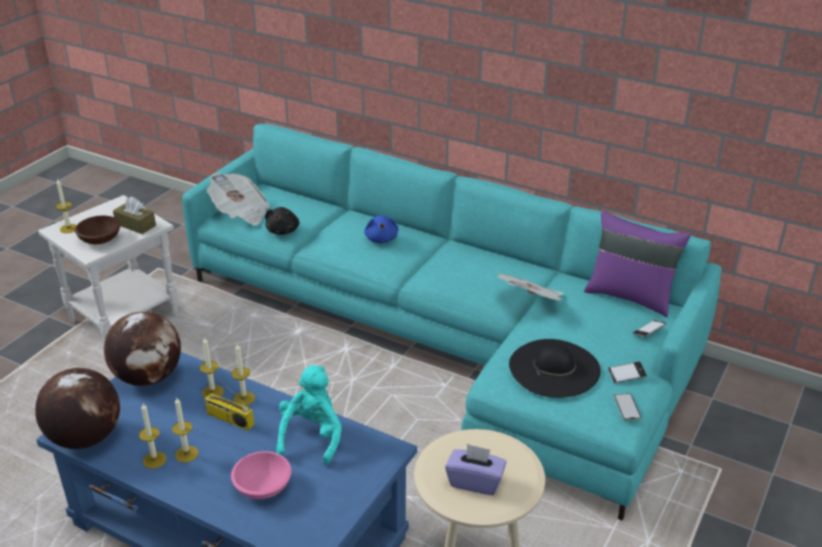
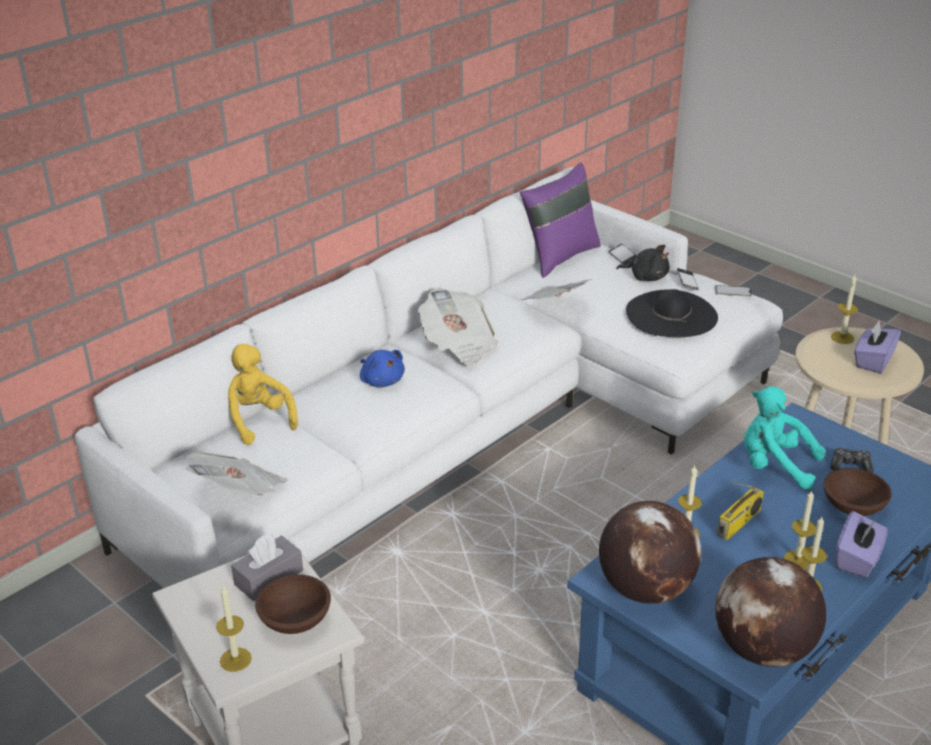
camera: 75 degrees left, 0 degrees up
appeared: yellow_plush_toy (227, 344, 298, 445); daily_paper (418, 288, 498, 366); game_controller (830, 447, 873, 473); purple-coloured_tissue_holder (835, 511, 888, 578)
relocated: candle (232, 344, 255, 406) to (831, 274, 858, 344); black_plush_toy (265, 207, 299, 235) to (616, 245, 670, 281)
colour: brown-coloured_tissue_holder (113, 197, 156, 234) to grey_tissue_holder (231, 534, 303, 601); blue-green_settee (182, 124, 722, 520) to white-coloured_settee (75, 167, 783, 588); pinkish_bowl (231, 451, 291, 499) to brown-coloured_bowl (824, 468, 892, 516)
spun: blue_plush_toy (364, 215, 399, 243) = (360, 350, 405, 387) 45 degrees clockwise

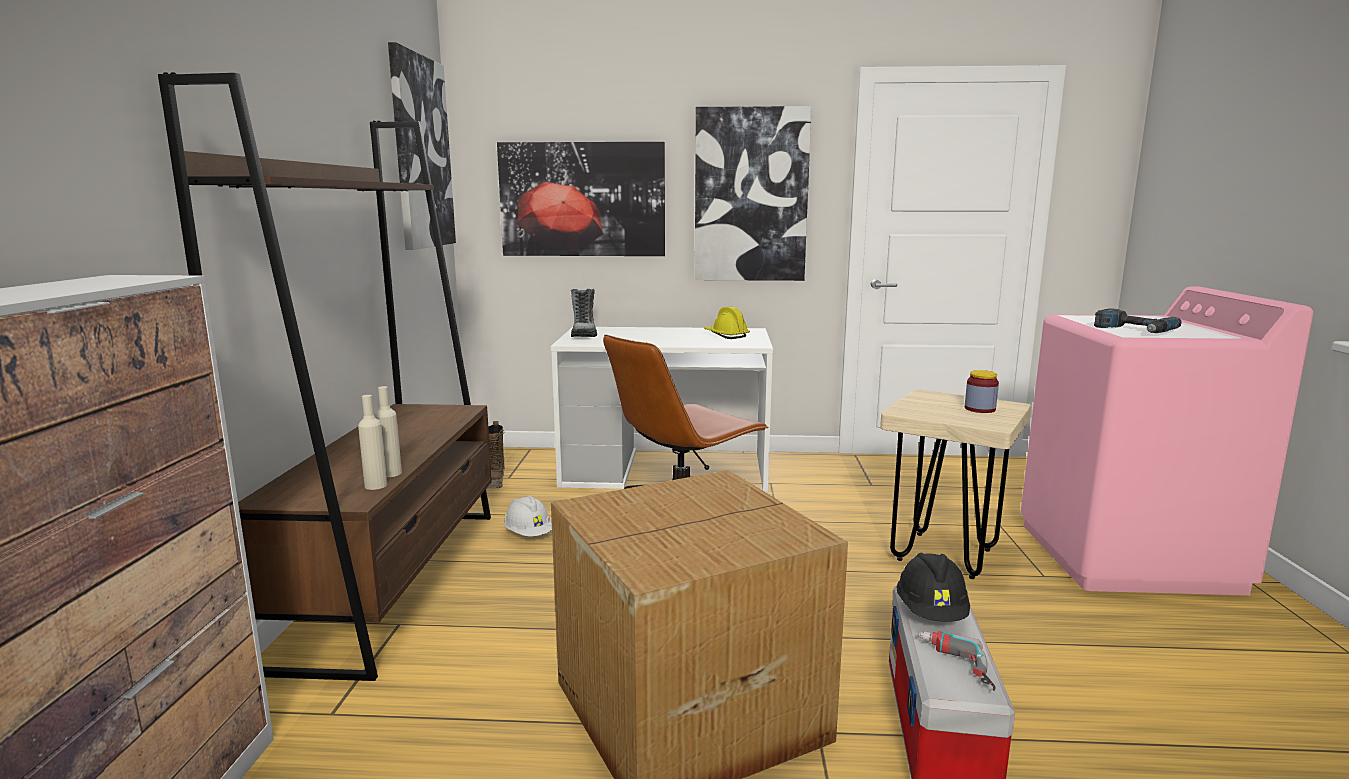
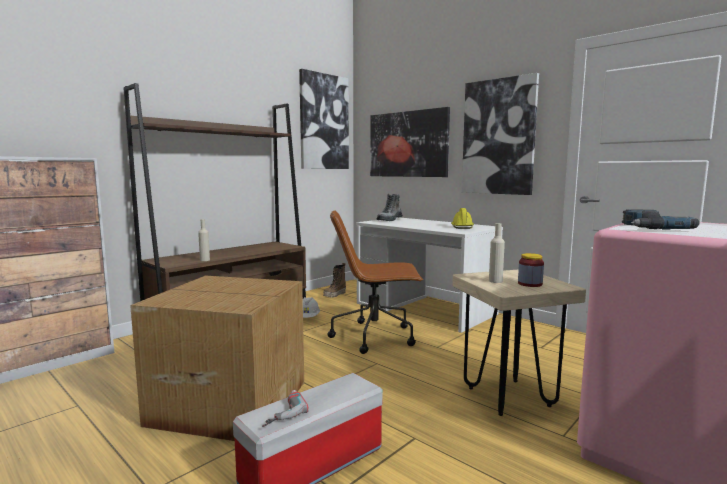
camera: 40 degrees right, 5 degrees down
missing: black_work_helmet (896, 553, 970, 622)
relocated: sand-coloured_bottle (358, 395, 387, 490) to (489, 223, 505, 283)

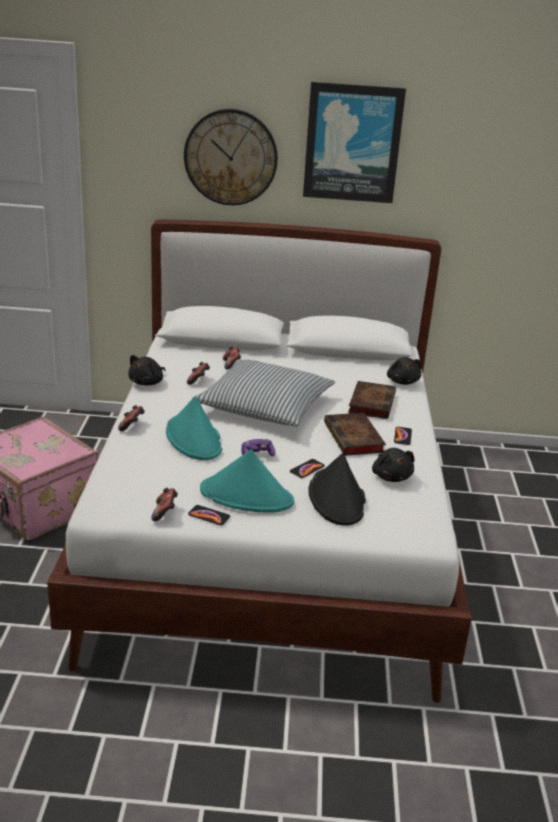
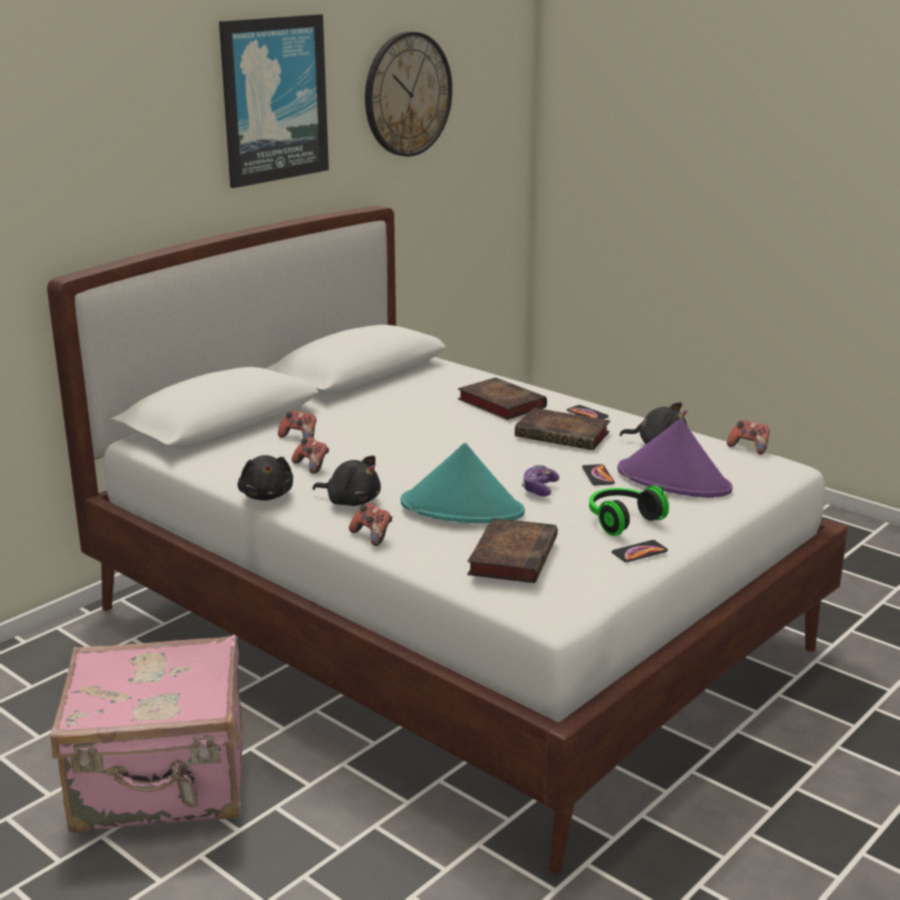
camera: 50 degrees left, 5 degrees down
missing: pillow (192, 359, 335, 427)
appeared: volume (467, 518, 558, 583)
relocated: game_controller (151, 488, 178, 521) to (727, 420, 770, 455); wall_clock (184, 109, 278, 205) to (365, 32, 452, 157); black_plush_toy (387, 357, 422, 385) to (313, 455, 381, 506)
exchanged: blue-green_clothing_hat (200, 449, 294, 512) to pair_of_headphones (589, 485, 669, 536)
colour: black_clothing_hat (308, 453, 366, 526) to purple-coloured_clothing_hat (618, 418, 733, 498)

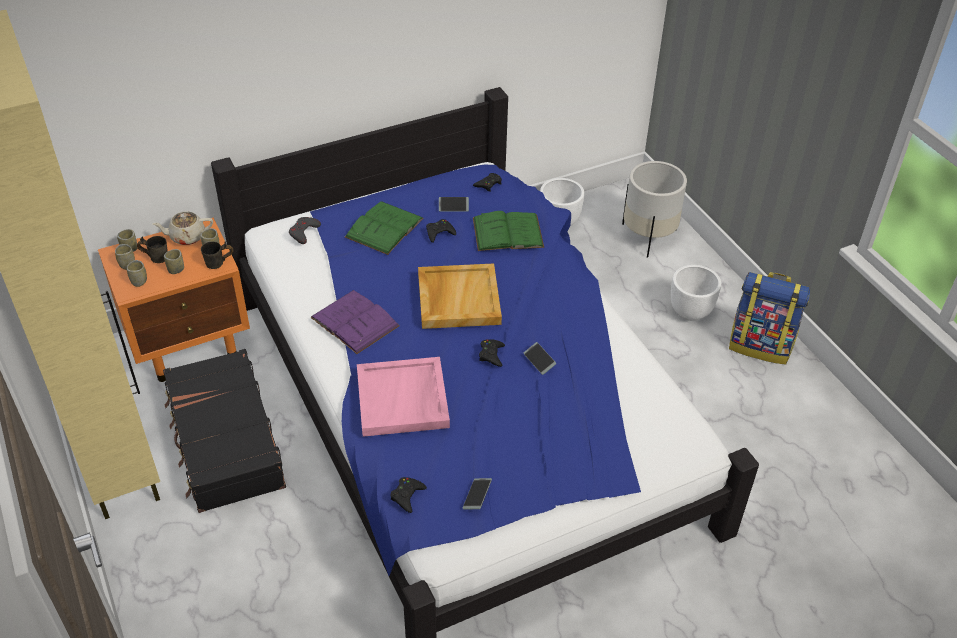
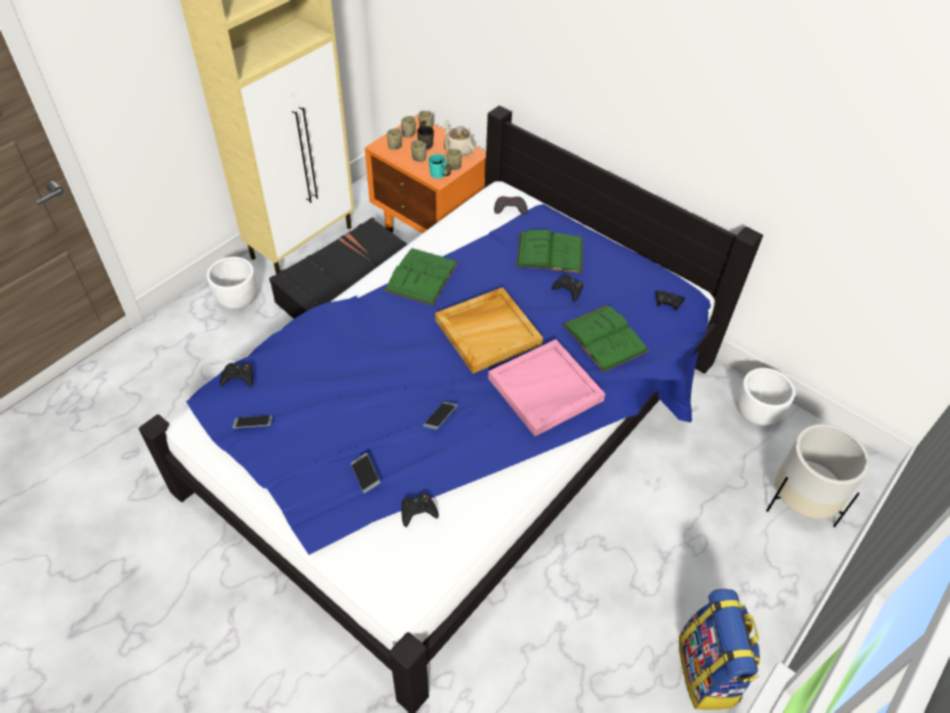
camera: 65 degrees right, 5 degrees up
relocated: pinkish_serving_tray (357, 357, 450, 437) to (488, 339, 605, 436); handset (439, 197, 469, 211) to (351, 453, 380, 493); black_game_controller (479, 339, 505, 367) to (402, 493, 439, 527); white-coloured_plant_pot (671, 265, 721, 321) to (207, 257, 257, 310)
colour: grey_coffee_mug (201, 241, 233, 269) to blue-green_coffee_mug (428, 154, 451, 178); purple-coloured_volume (310, 290, 400, 354) to green-coloured_volume (384, 248, 458, 306)

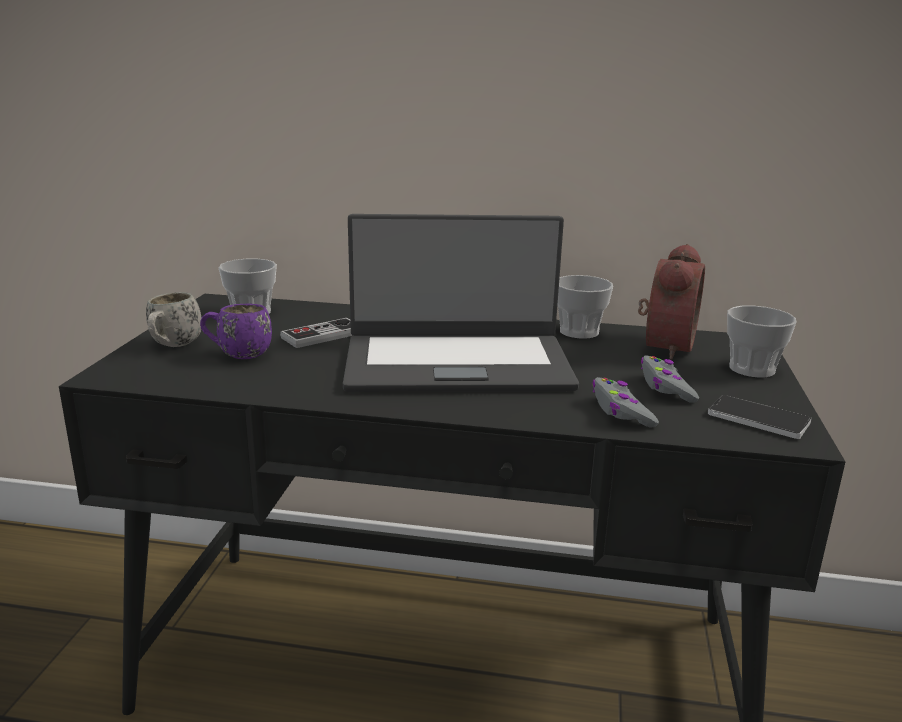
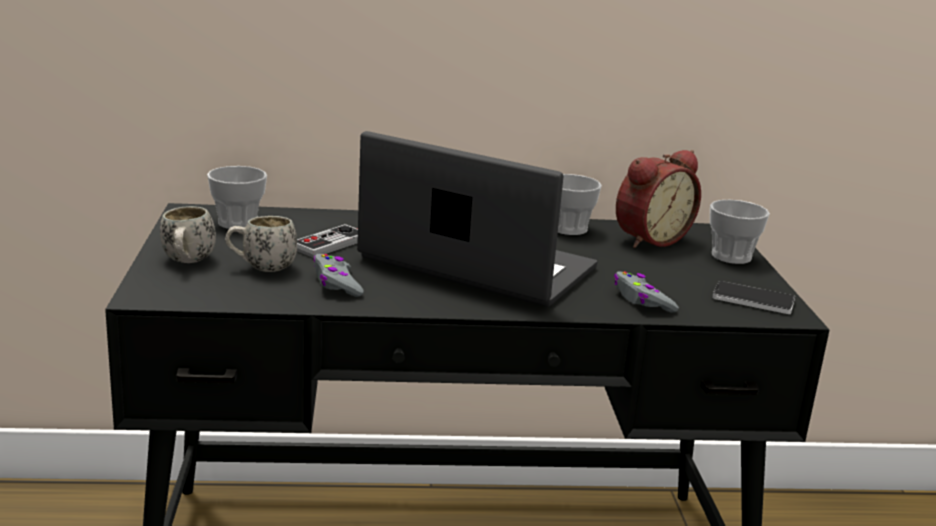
camera: 15 degrees left, 0 degrees up
relocated: grey_game_controller (641, 355, 699, 403) to (313, 254, 364, 297)
colour: purple-coloured_coffee_mug (200, 304, 272, 359) to white-coloured_coffee_mug (225, 216, 297, 272)
spun: laptop (343, 214, 579, 392) = (357, 131, 597, 307) 135 degrees counterclockwise; alarm_clock (638, 244, 705, 360) = (616, 150, 701, 248) 45 degrees clockwise

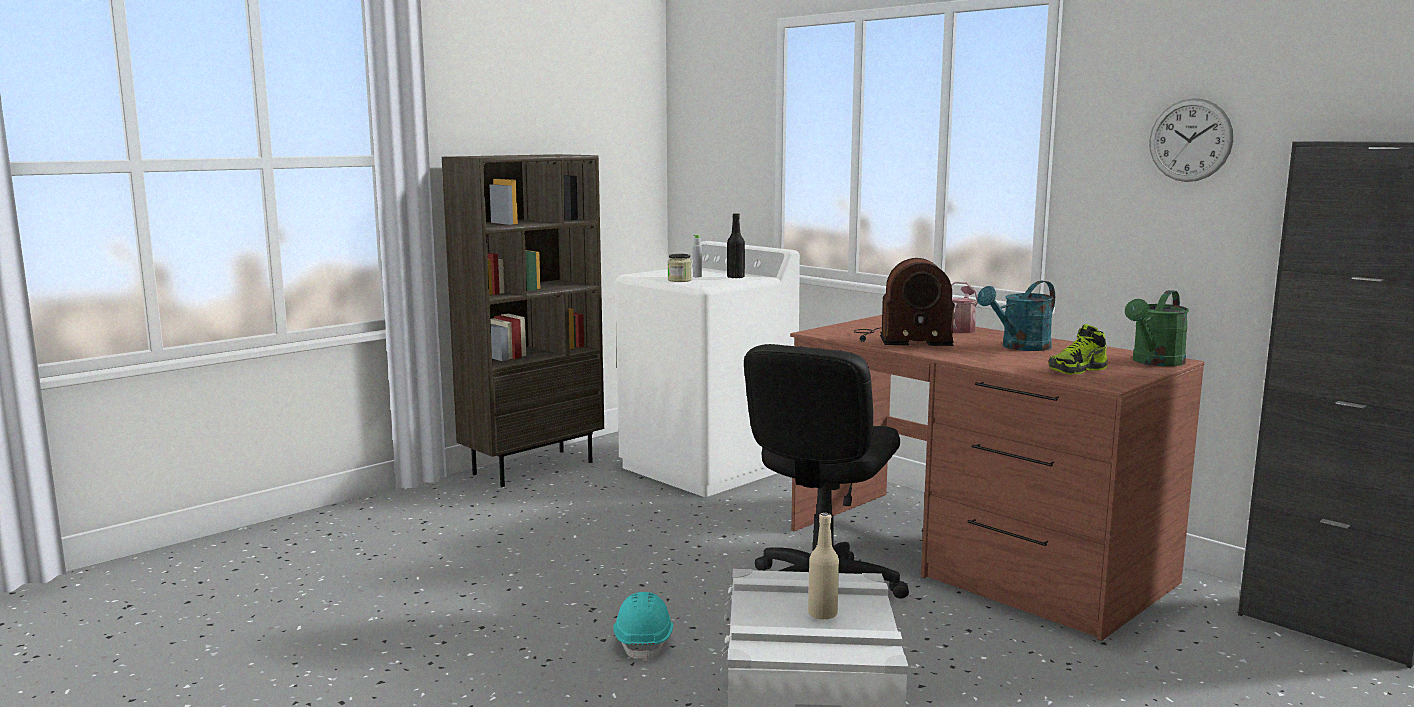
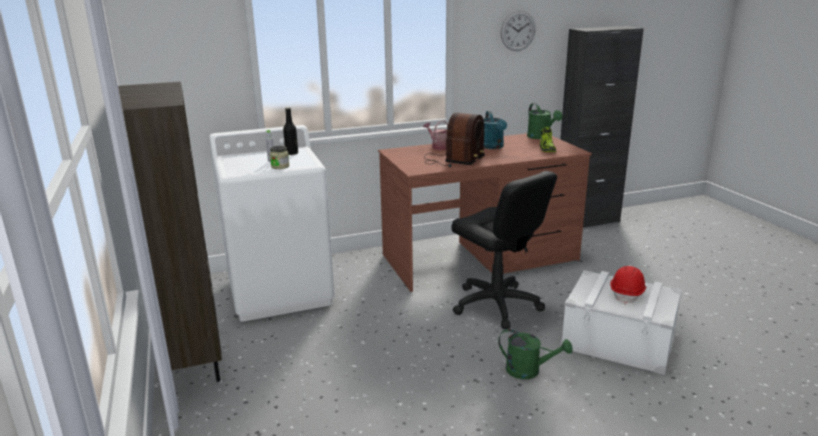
camera: 65 degrees left, 10 degrees up
exchanged: blue-green_work_helmet (613, 592, 673, 662) to green-coloured_watering_can (498, 329, 573, 379); sand-coloured_bottle (808, 513, 839, 620) to red-coloured_work_helmet (610, 266, 646, 304)

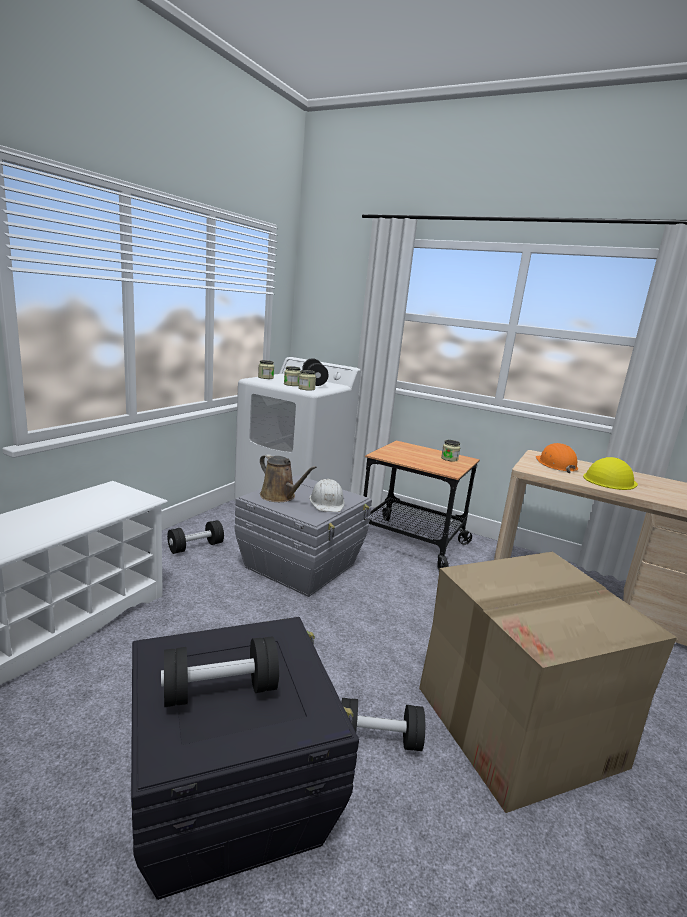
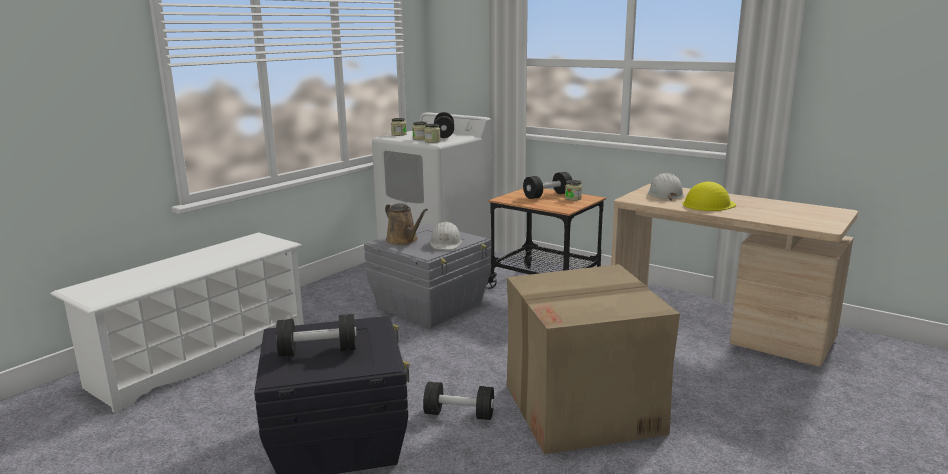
camera: 10 degrees right, 0 degrees up
relocated: black_hand_weight (167, 520, 224, 554) to (523, 172, 572, 199)
colour: orange_work_helmet (536, 443, 578, 473) to white-coloured_work_helmet (648, 173, 684, 201)

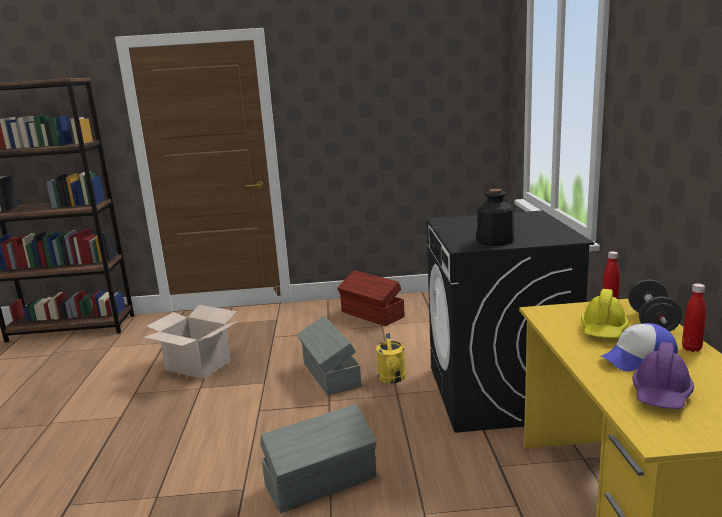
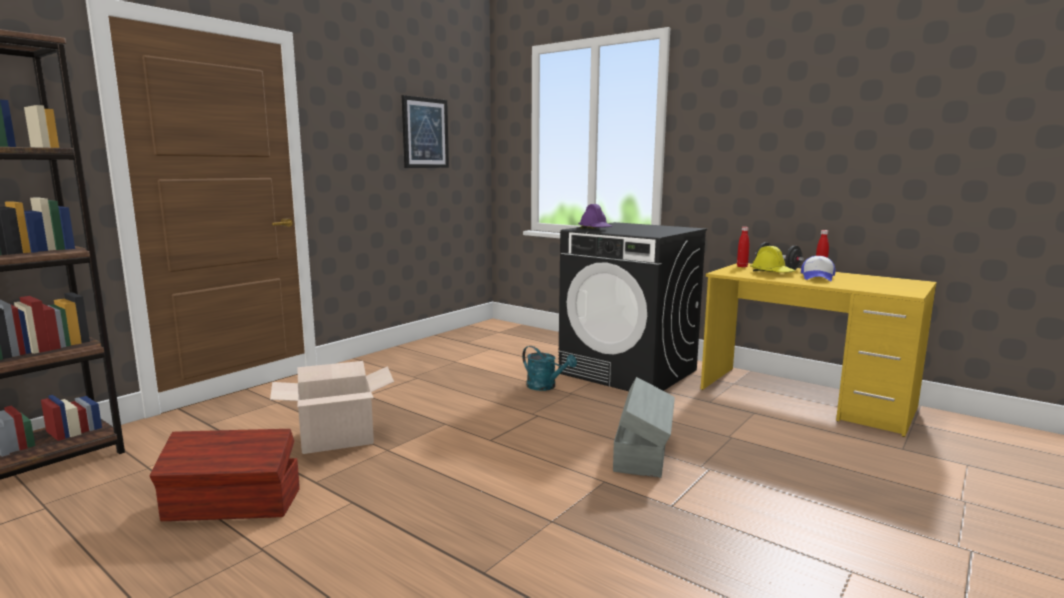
camera: 50 degrees left, 5 degrees down
missing: grey_storage_box (297, 316, 361, 396); bottle (476, 189, 514, 246)
appeared: picture (402, 95, 449, 168)
relocated: brown-coloured_storage_box (337, 270, 405, 326) to (150, 429, 300, 521); purple-coloured_work_helmet (633, 342, 694, 409) to (578, 204, 613, 228)
colour: yellow_watering_can (376, 333, 406, 383) to blue-green_watering_can (522, 346, 577, 391)

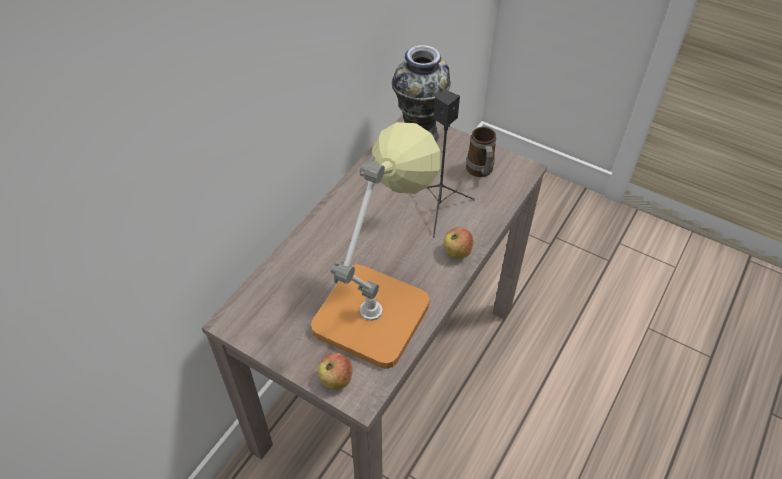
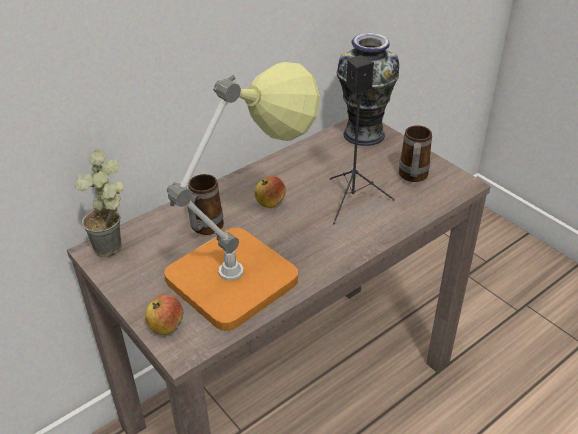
camera: 20 degrees right, 10 degrees down
appeared: houseplant (75, 149, 124, 257); coffee_mug (187, 174, 224, 235)
relocated: whole_apple (444, 227, 474, 259) to (255, 176, 286, 208)

